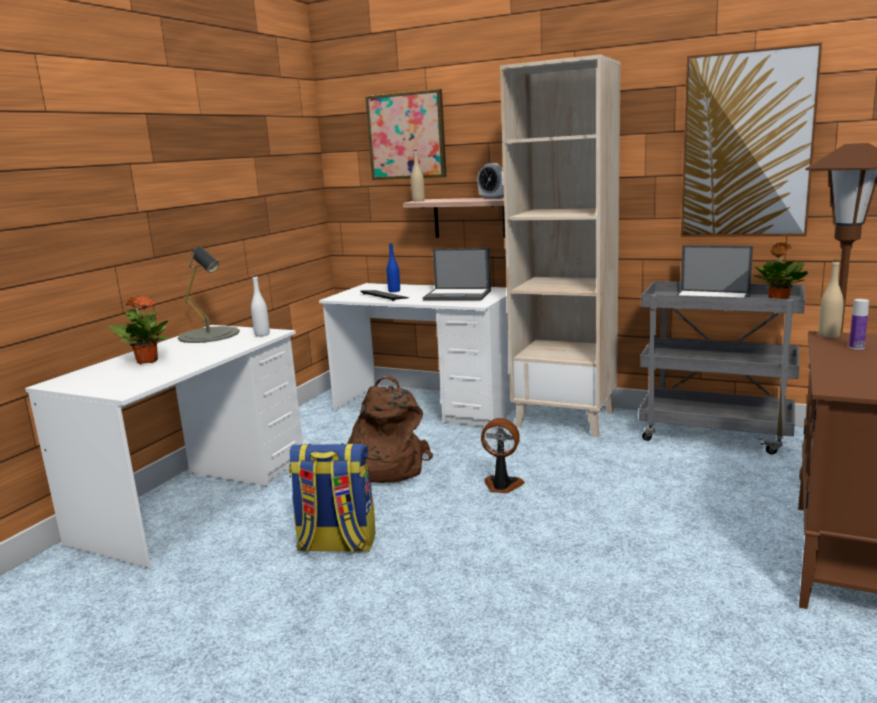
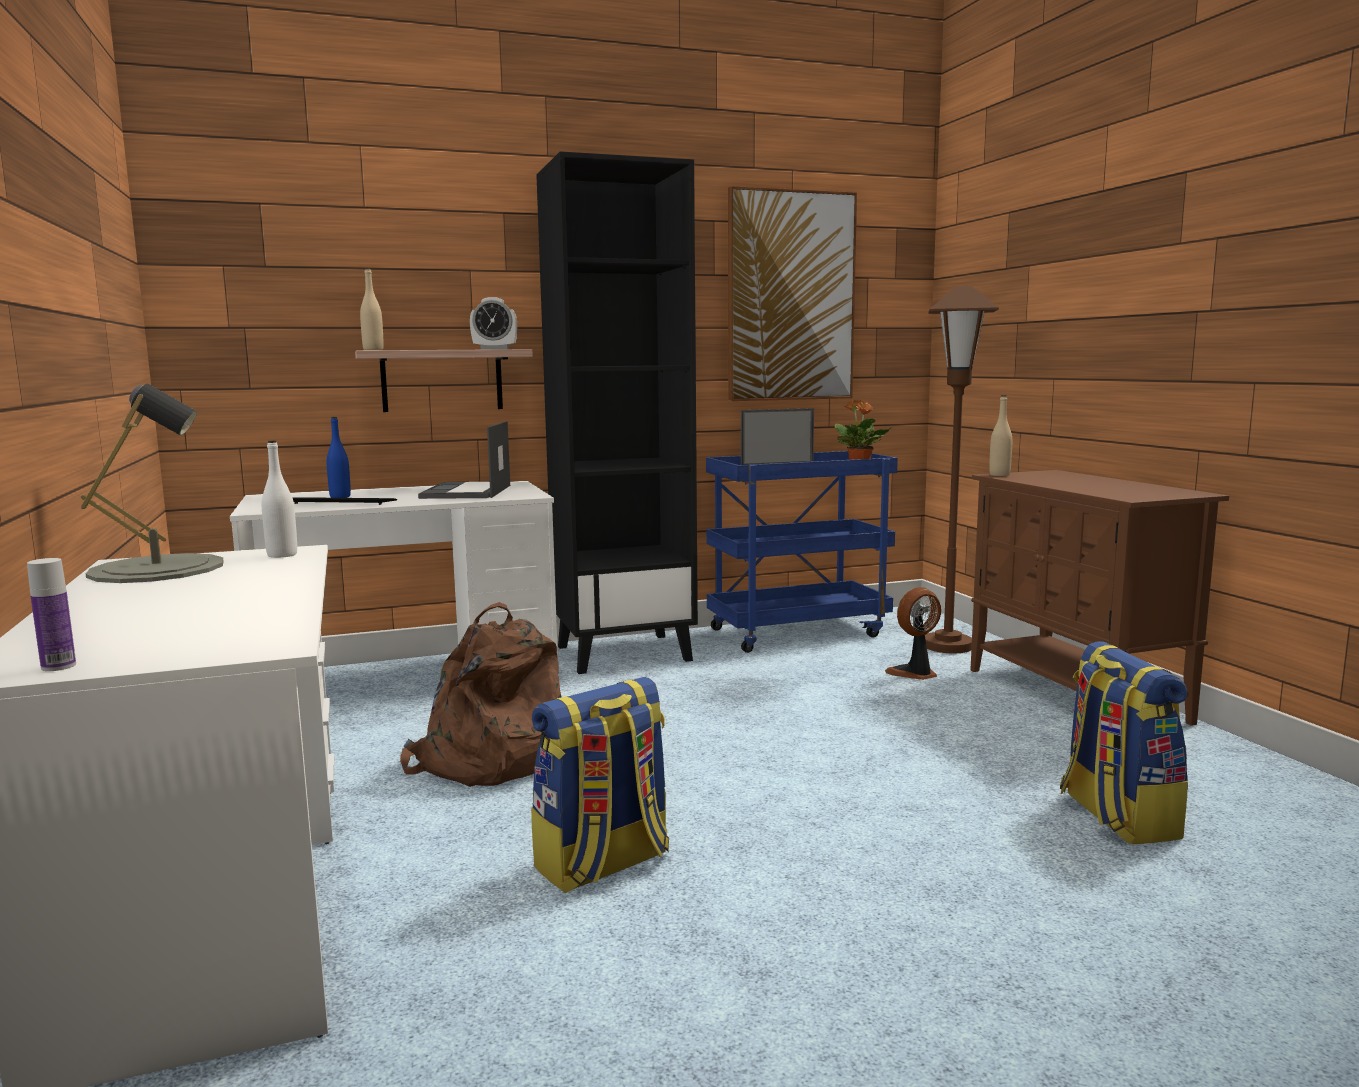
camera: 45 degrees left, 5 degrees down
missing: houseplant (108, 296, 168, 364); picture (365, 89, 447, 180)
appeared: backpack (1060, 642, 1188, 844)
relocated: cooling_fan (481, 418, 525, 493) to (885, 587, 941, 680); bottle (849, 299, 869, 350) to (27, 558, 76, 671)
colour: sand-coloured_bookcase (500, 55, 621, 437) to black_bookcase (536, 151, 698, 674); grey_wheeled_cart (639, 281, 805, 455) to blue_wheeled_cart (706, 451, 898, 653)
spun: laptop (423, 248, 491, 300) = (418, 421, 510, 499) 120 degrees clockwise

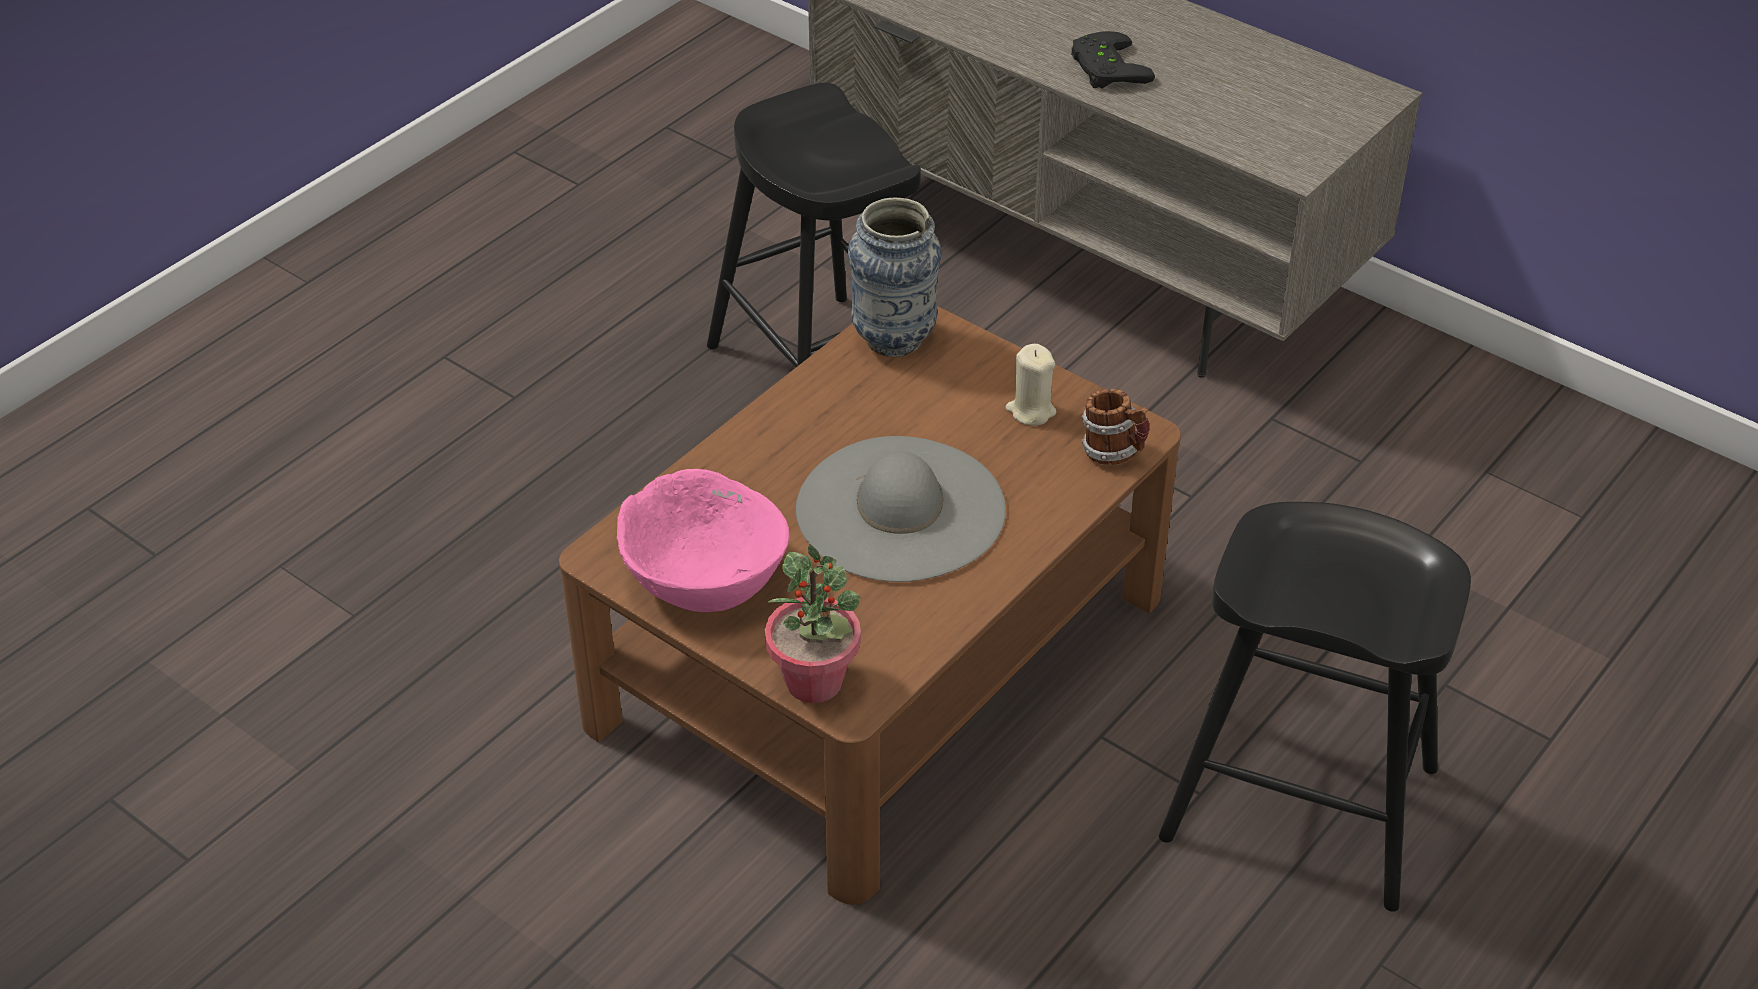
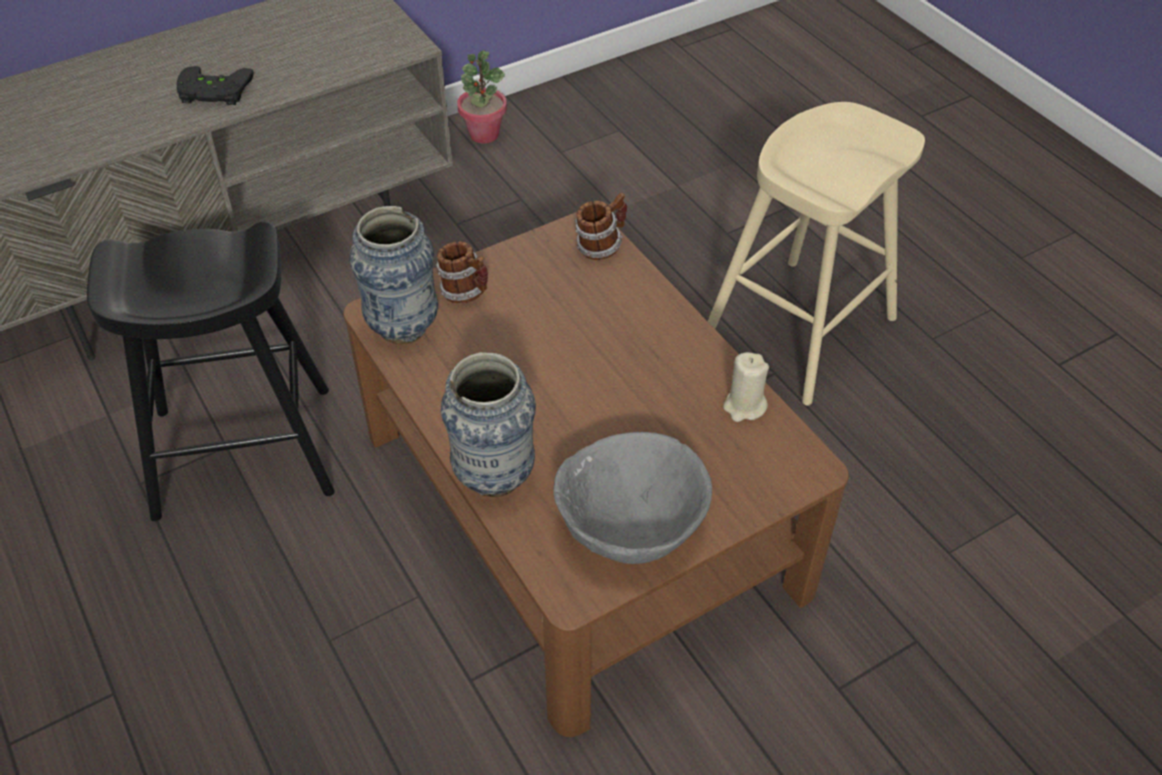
camera: 70 degrees left, 5 degrees up
missing: grey_clothing_hat (796, 436, 1006, 582)
appeared: coffee_mug (436, 242, 488, 303); decorative_vase (441, 352, 536, 497)
relocated: houseplant (765, 544, 861, 703) to (457, 50, 507, 144); sand-coloured_candle (1006, 344, 1056, 426) to (723, 352, 769, 422)
colour: pinkish_bowl (617, 469, 790, 612) to grey_bowl (553, 432, 712, 564); black_stool (1159, 502, 1471, 912) to sand-coloured_stool (708, 102, 925, 406)

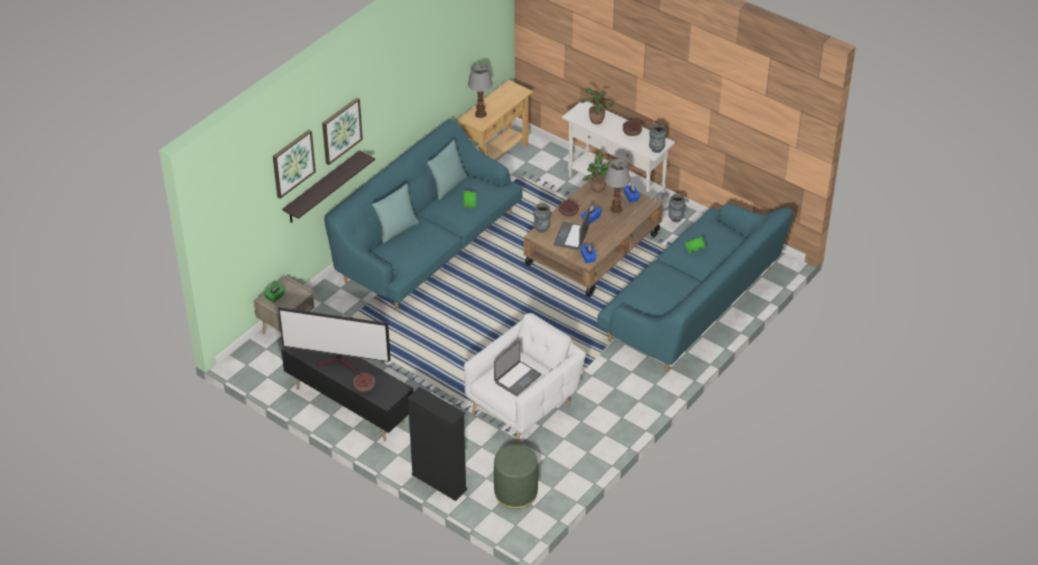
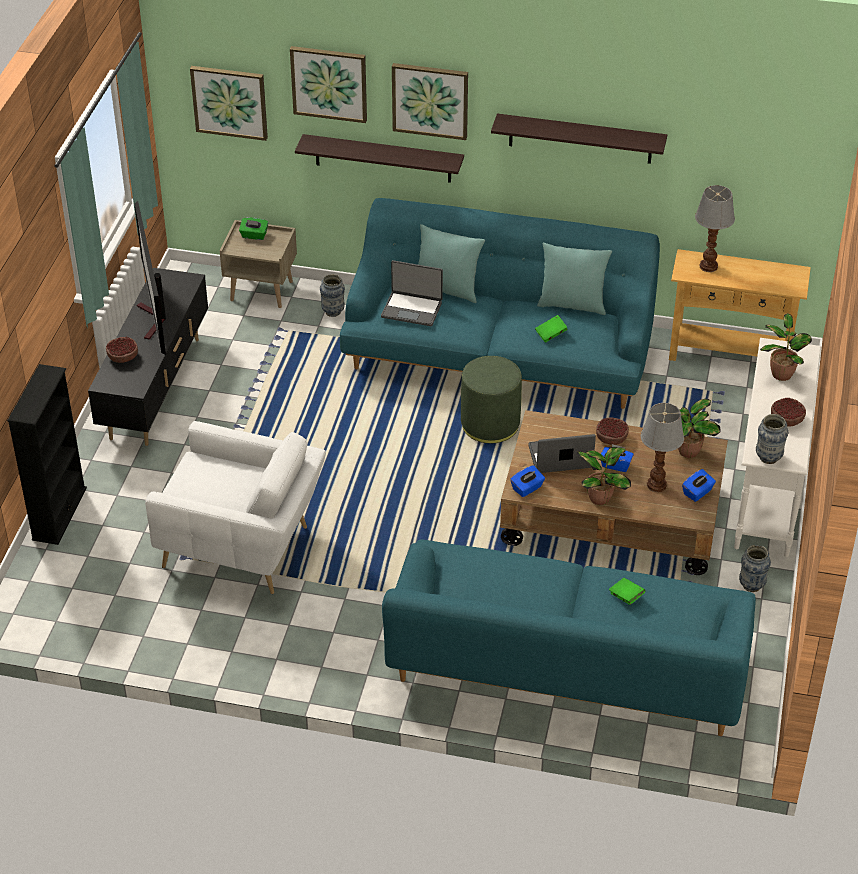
camera: 65 degrees right, 0 degrees up
appeared: picture (190, 66, 268, 141); shelf (491, 114, 667, 164); houseplant (577, 447, 631, 505)
relocated: laptop (494, 341, 541, 396) to (381, 260, 443, 326); green-coloured_footrest (494, 444, 538, 509) to (461, 356, 522, 443); decorative_vase (534, 203, 551, 233) to (320, 274, 345, 317)

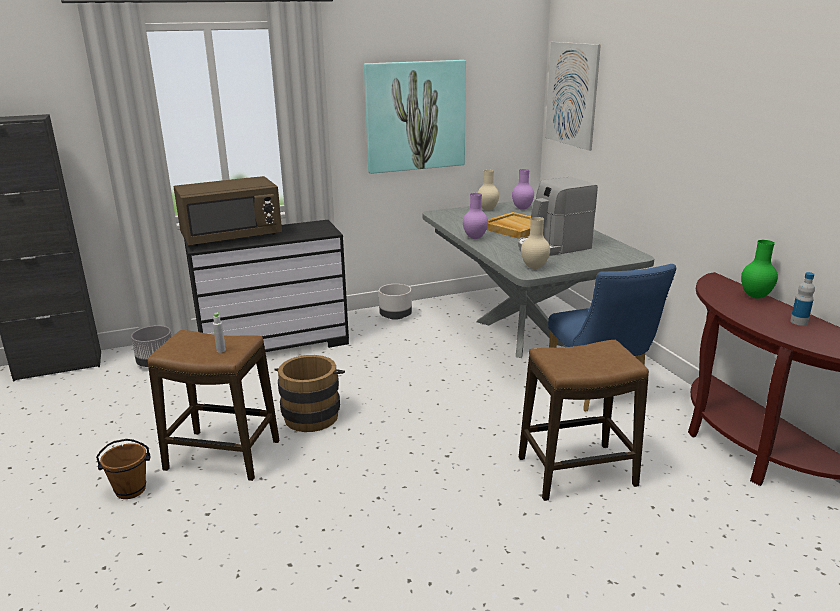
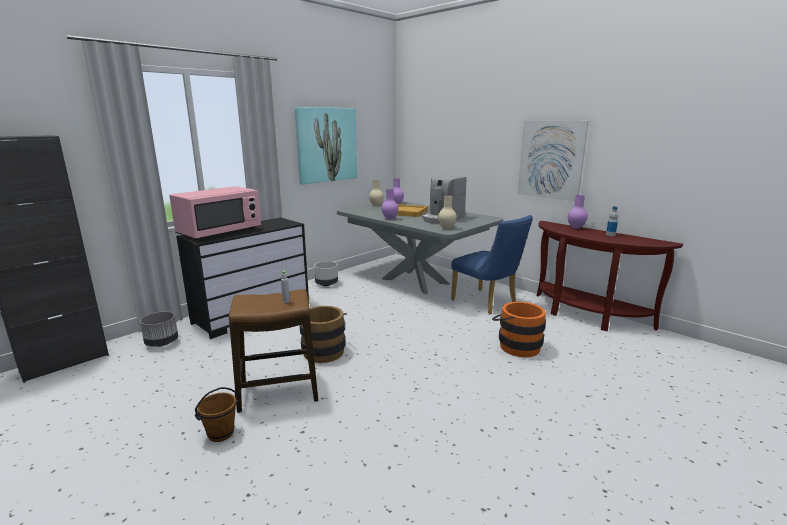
camera: 25 degrees left, 5 degrees down
relocated: picture (545, 42, 601, 151) to (518, 121, 589, 201)
exchanged: stool (519, 340, 649, 501) to orange_water_bucket (492, 302, 546, 357)
colour: brown-coloured_microwave_oven (174, 176, 282, 246) to pinkish_microwave_oven (169, 186, 261, 240); green-coloured_decorative_vase (741, 240, 778, 298) to purple-coloured_decorative_vase (568, 195, 588, 229)

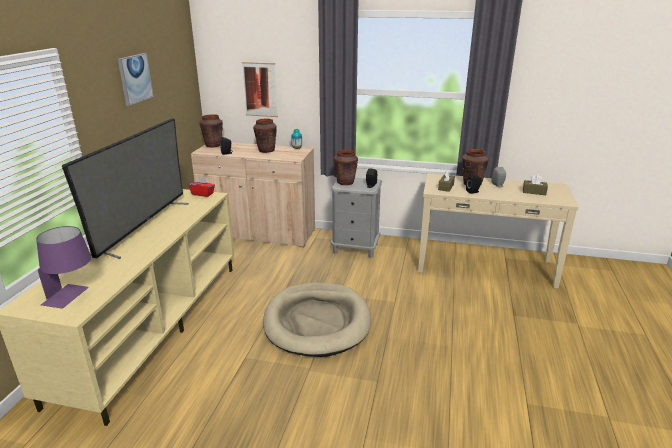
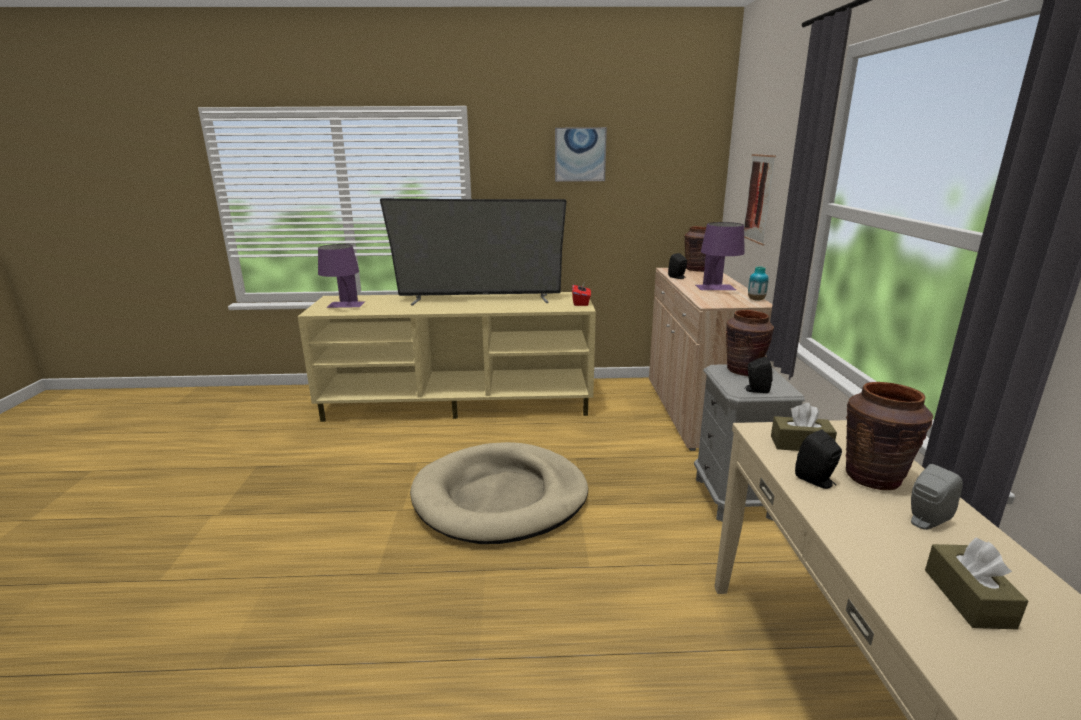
camera: 75 degrees right, 5 degrees down
exchanged: brown-coloured_decorative_vase (253, 118, 277, 153) to purple-coloured_lamp_for_a_table (696, 222, 745, 290)

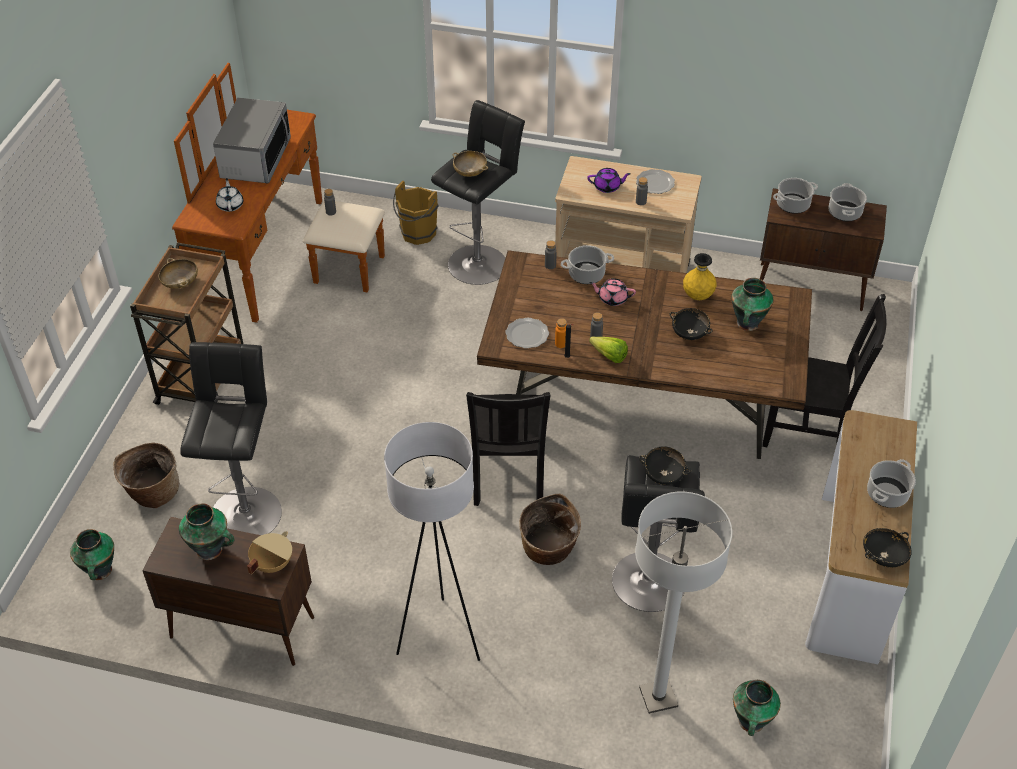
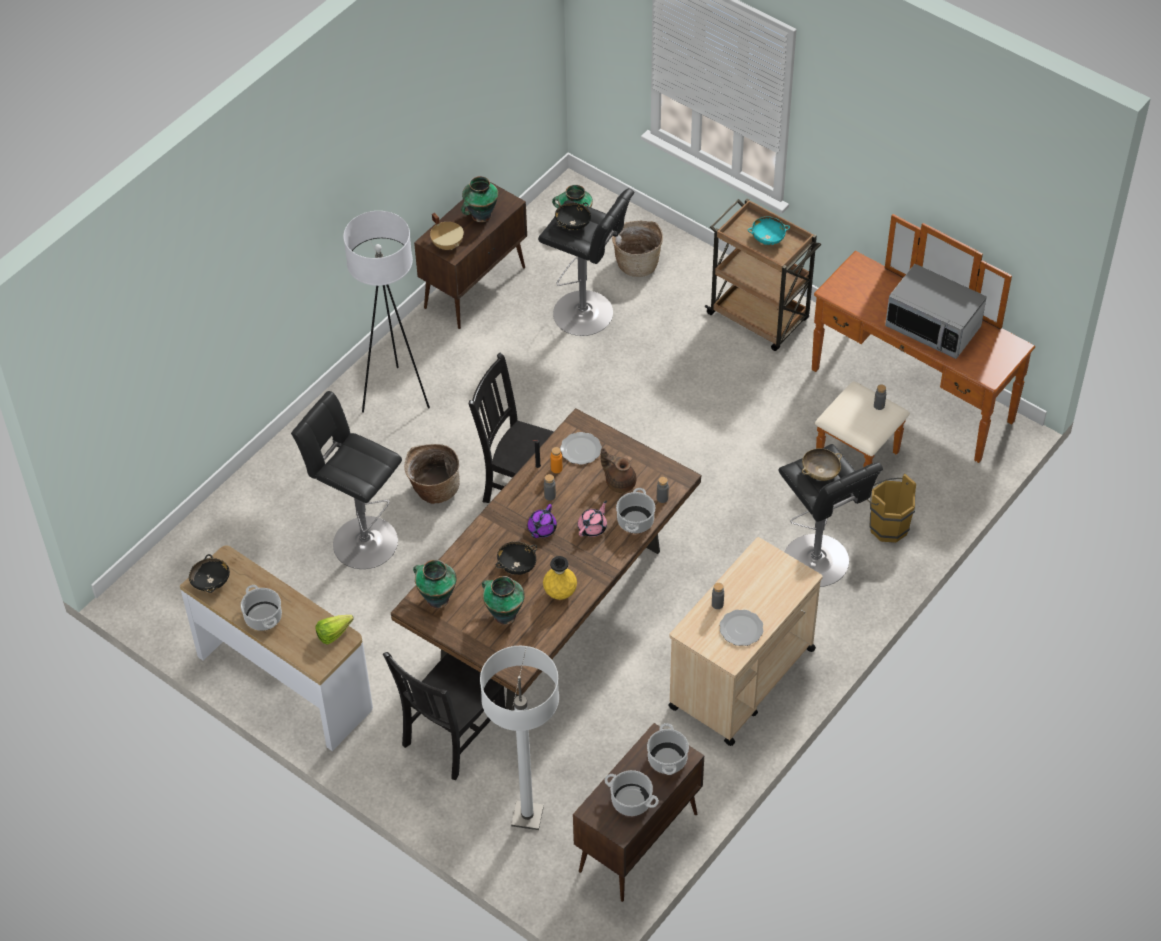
camera: 115 degrees right, 5 degrees up
missing: white-coloured_pot_for_tea (216, 178, 243, 212)
appeared: brown-coloured_pot_for_tea (601, 448, 636, 493)
relocated: purple-coloured_pot_for_tea (587, 168, 631, 193) to (527, 504, 557, 538); head_of_lettuce (589, 337, 628, 363) to (316, 615, 354, 645); white-coloured_floor_lamp (635, 492, 732, 714) to (480, 646, 559, 830); black_bowl (639, 446, 691, 485) to (555, 202, 591, 230); decorative_vase (733, 680, 781, 736) to (413, 560, 457, 608)
colour: sand-coloured_bowl (158, 258, 198, 289) to blue-green_bowl (748, 217, 790, 245)

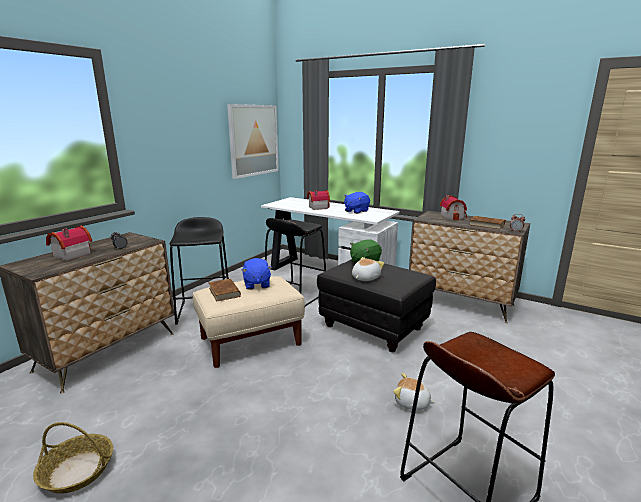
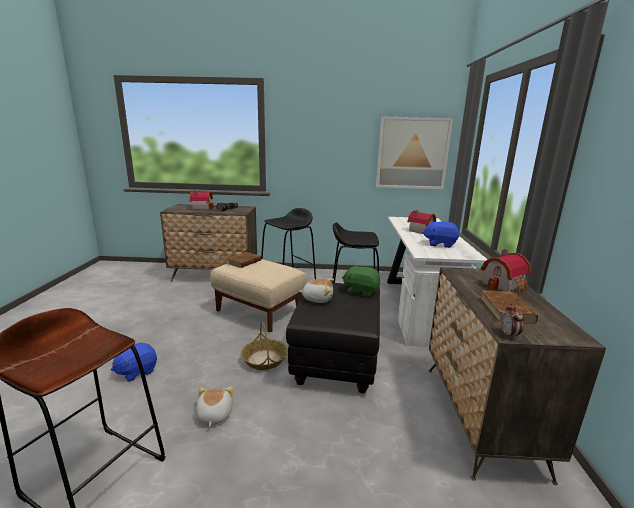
camera: 60 degrees right, 0 degrees up
relocated: basket (33, 422, 113, 494) to (241, 322, 288, 370); blue_plush_toy (242, 258, 272, 290) to (111, 343, 157, 382)

